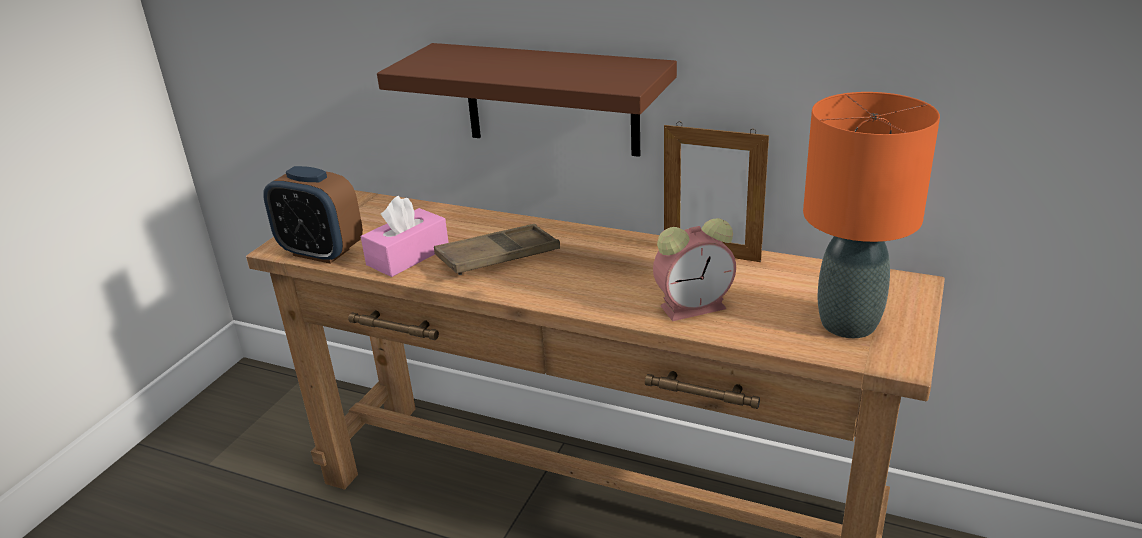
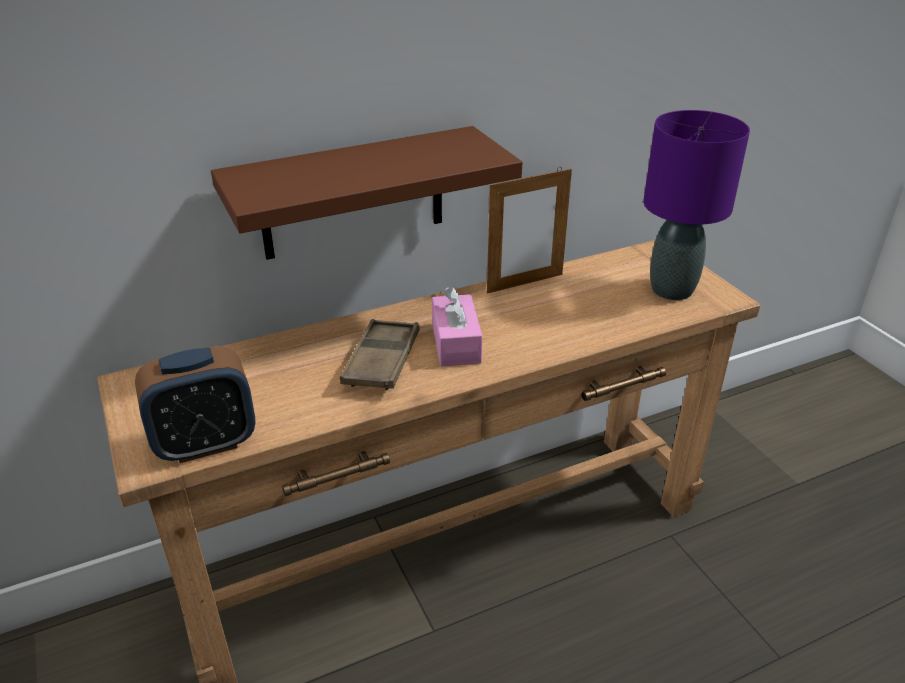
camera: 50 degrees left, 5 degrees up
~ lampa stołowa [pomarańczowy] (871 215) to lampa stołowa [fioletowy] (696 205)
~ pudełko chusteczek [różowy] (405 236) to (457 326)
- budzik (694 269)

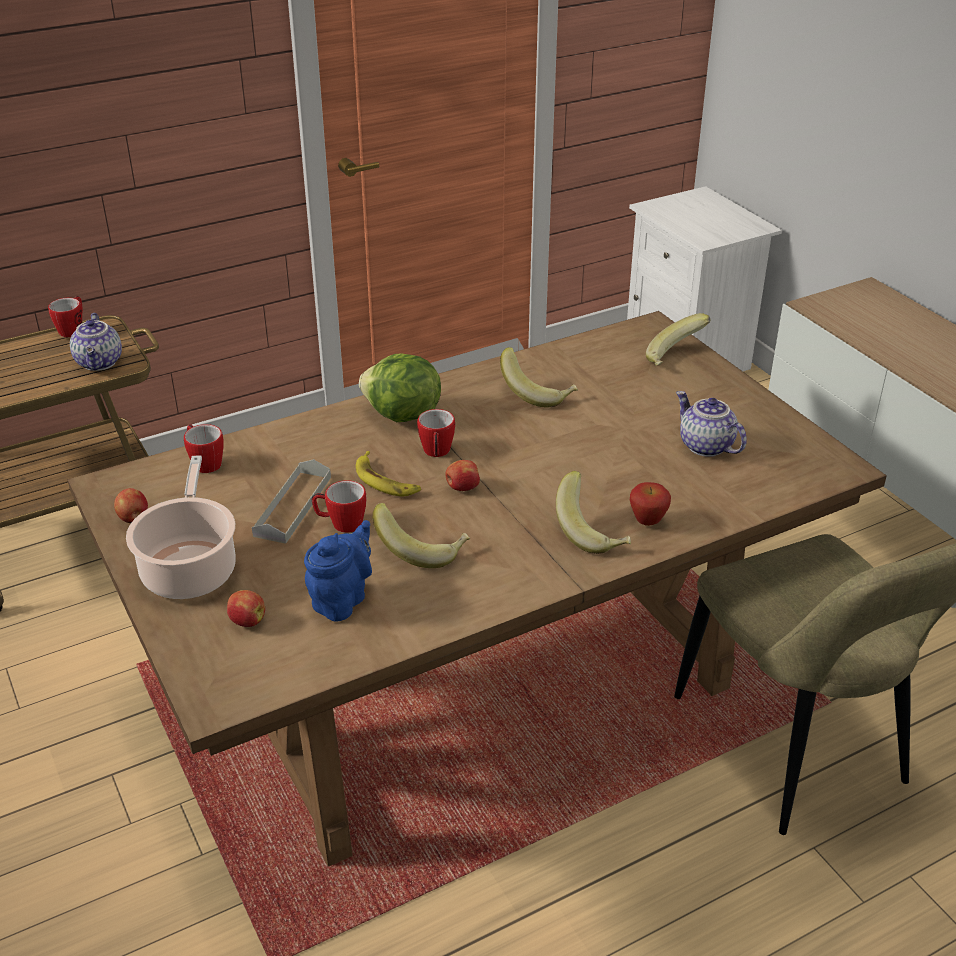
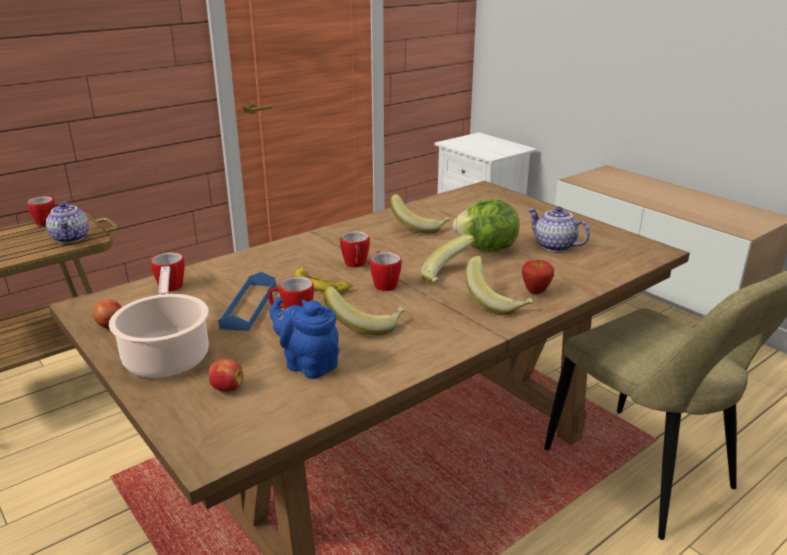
camera: 10 degrees left, 10 degrees down
~ banan (678 339) to (448 258)
~ sałata (400 387) to (486 225)
~ taca [szary] (291 501) to taca [niebieski] (247 301)
~ jabłko (463 475) to kubek (386 271)
~ imbryk [niebieski] (338 571) = (304 338) 75 degrees counterclockwise

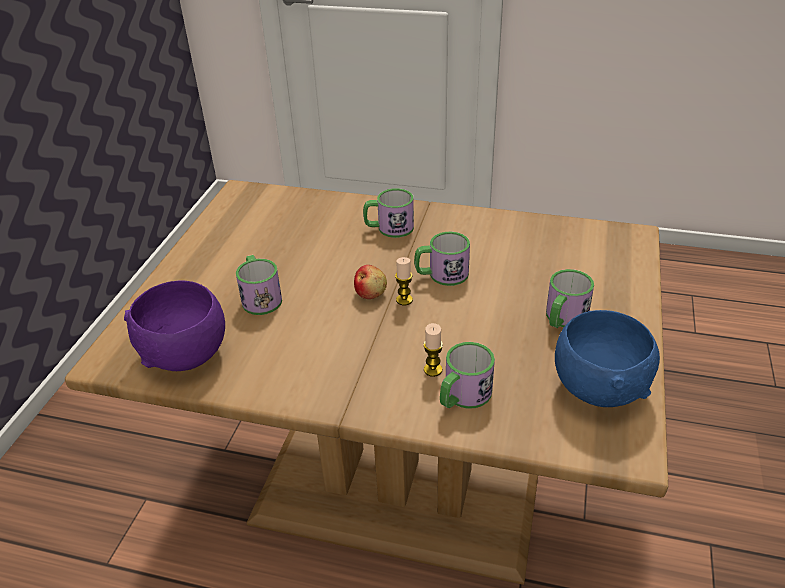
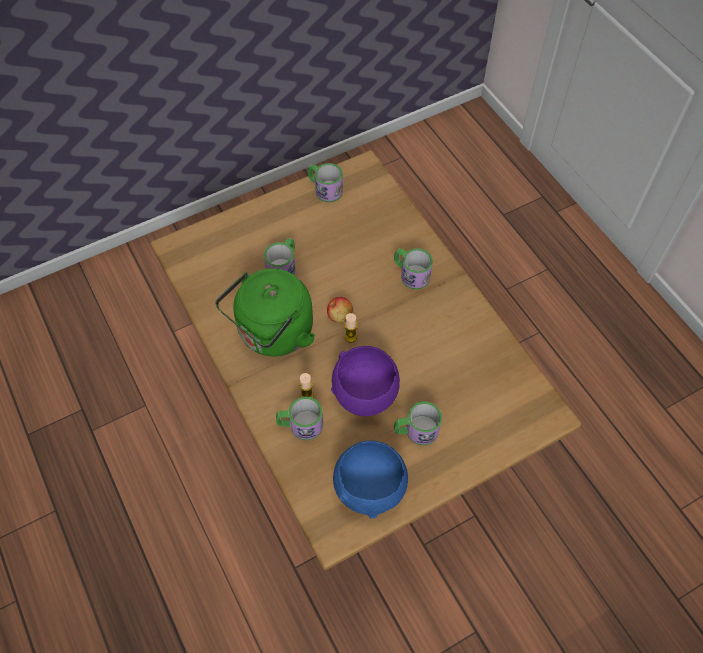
camera: 45 degrees right, 20 degrees up
~ kubek (442 259) to (325 182)
~ miska [fioletowy] (174 325) to (365 381)
+ czajnik [zielony] (265 312)

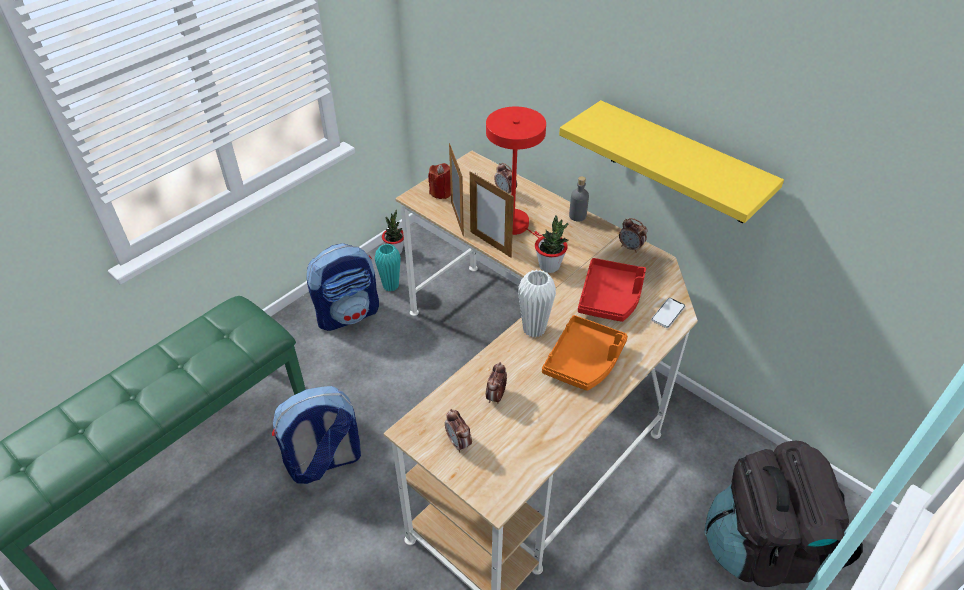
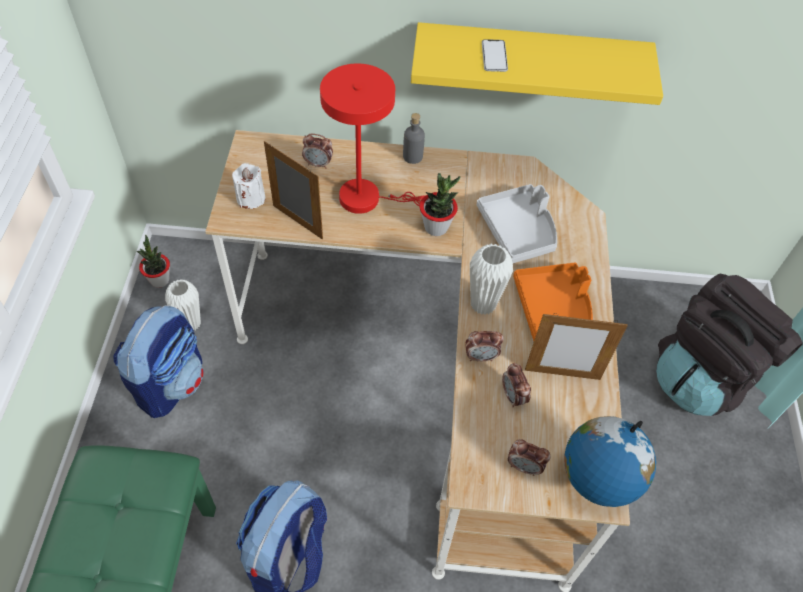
camera: 40 degrees left, 10 degrees up
~ świeca [czerwony] (439 181) to świeca [biały] (248 186)
~ ramka na zdjęcie (492 214) to (576 346)
~ budzik (633 235) to (485 346)
~ wazon [turkusowy] (388 268) to wazon [biały] (183 304)
~ taca [czerwony] (612 290) to taca [szary] (517 223)
~ telefon (668 313) to (495 55)
+ globus (610 461)

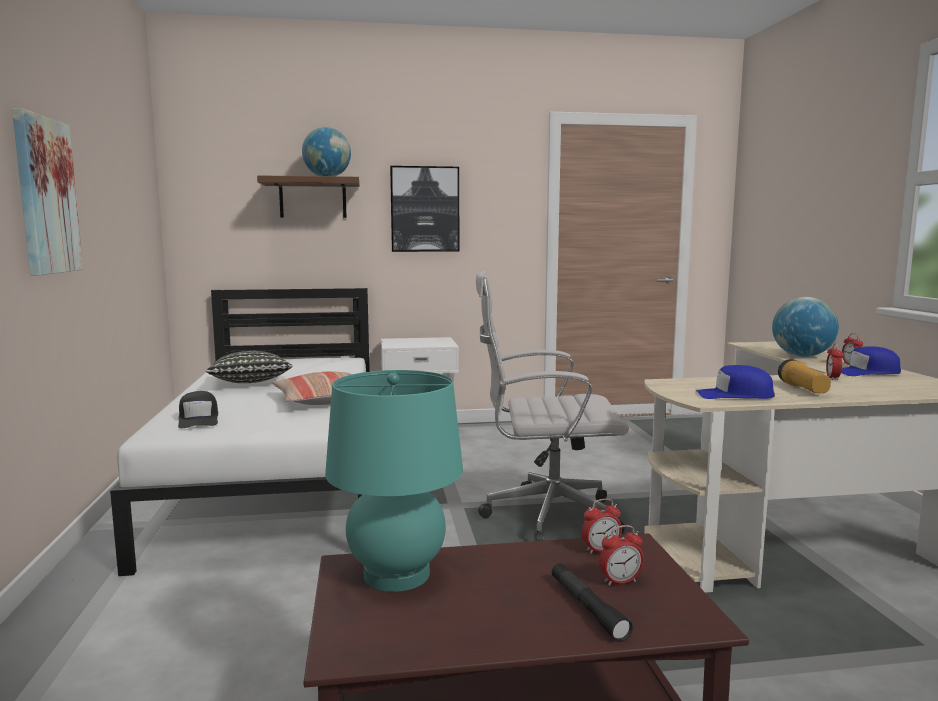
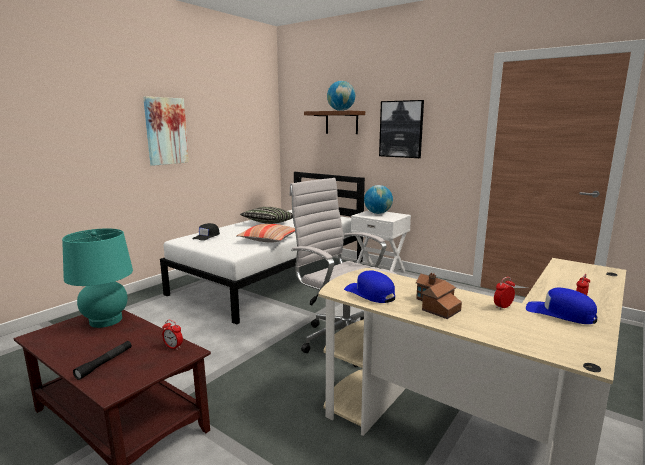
camera: 45 degrees right, 5 degrees up
~ globus (805 327) to (378 199)
~ latarka (804 376) to domek (439 296)
- budzik (621 555)

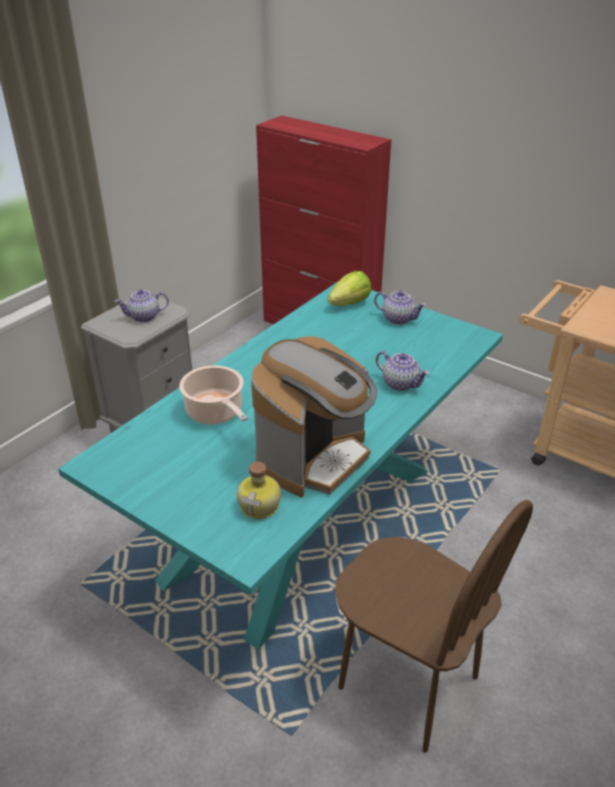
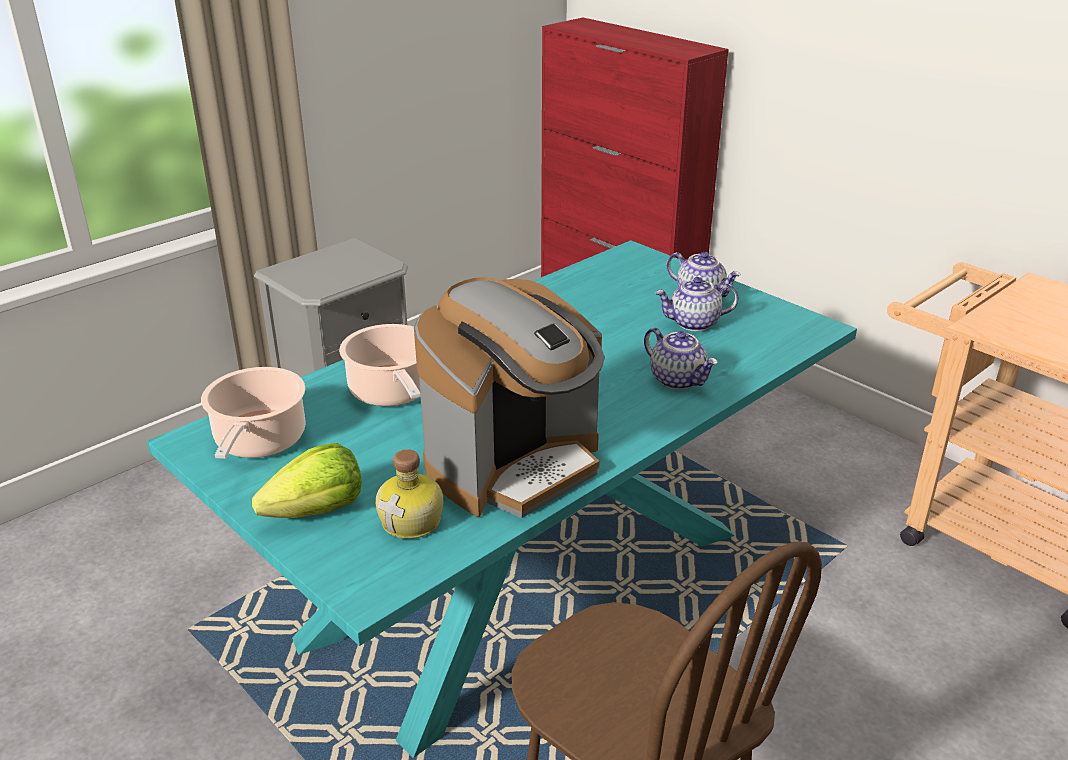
camera: 10 degrees right, 5 degrees down
~ sałata (349 288) to (307 480)
~ imbryk (142 305) to (697 304)
+ garnek (253 413)

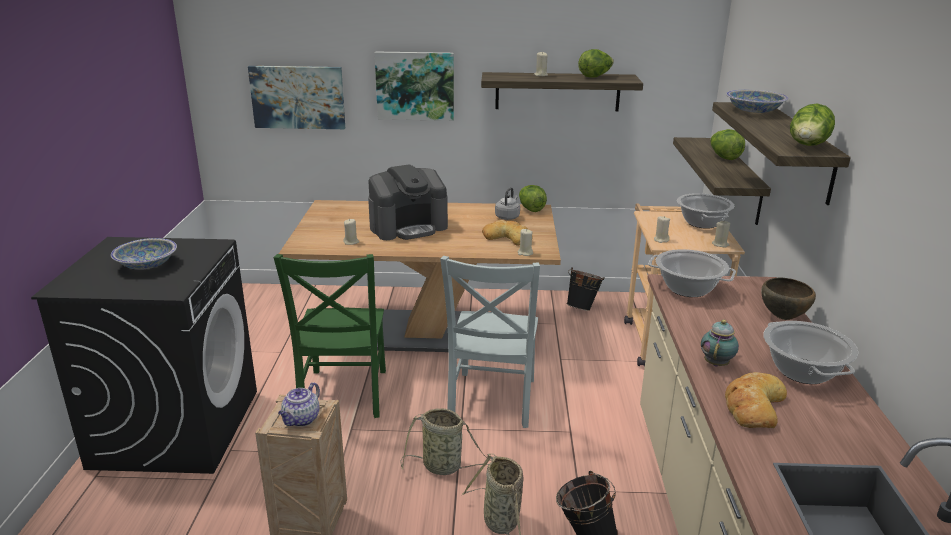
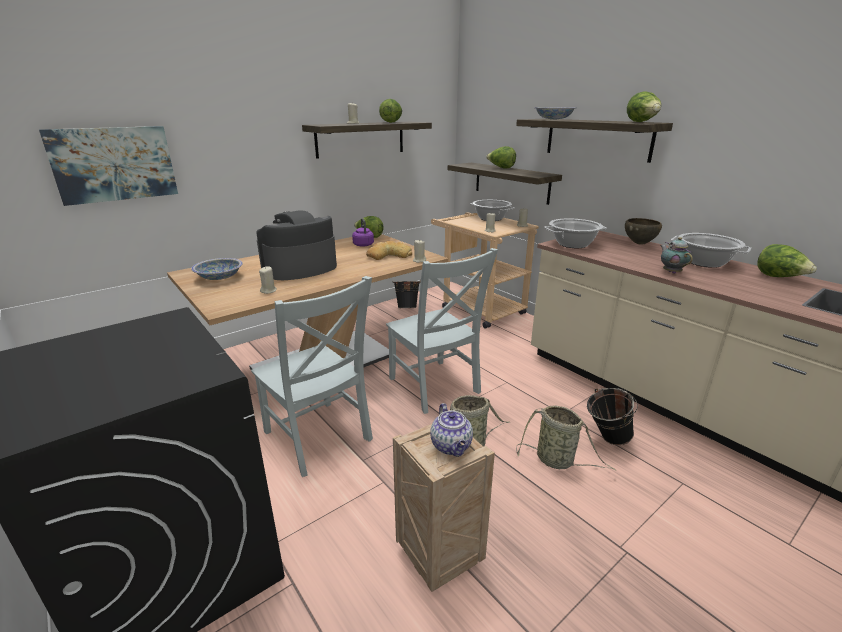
camera: 40 degrees left, 0 degrees up
- obraz (414 86)
~ ekspres do kawy (408 202) = (296 245) 150 degrees counterclockwise
~ czajnik [szary] (507 203) to czajnik [fioletowy] (363 232)
~ miska (144 254) to (217 269)
~ krzesło [zielony] (329 336) to krzesło [szary] (312 376)
- chleb (756 400)
+ sałata (787 260)

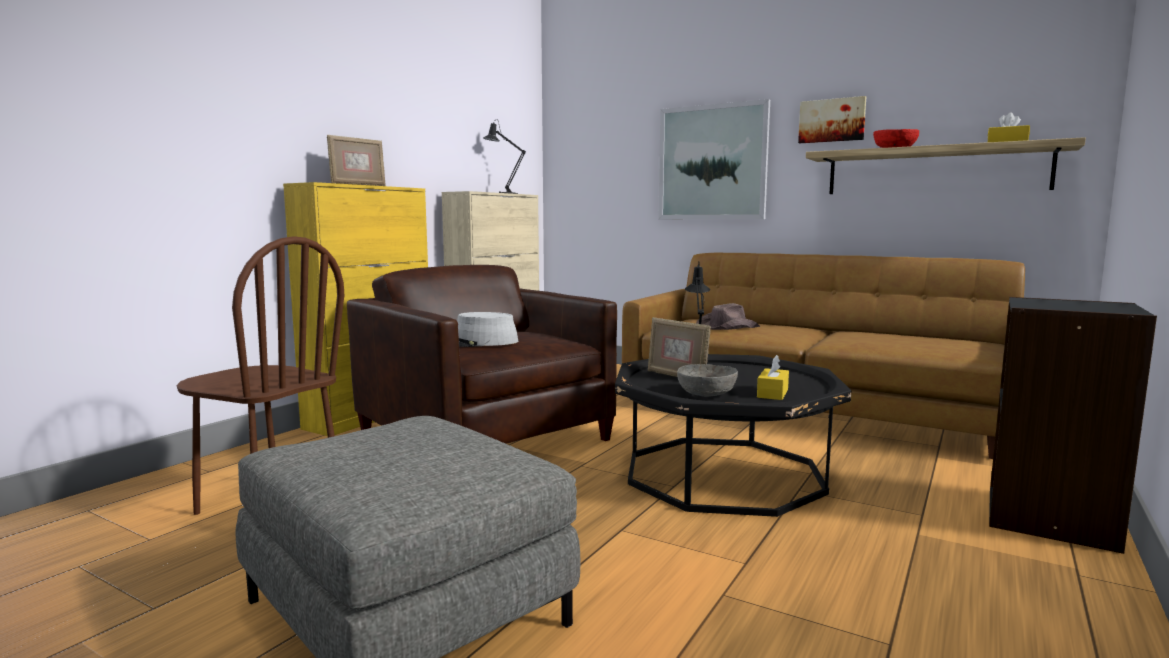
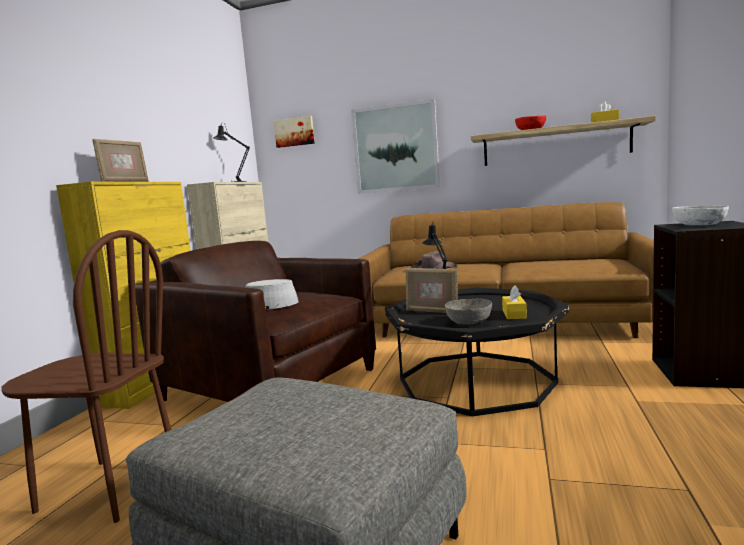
camera: 15 degrees left, 0 degrees up
~ obraz (832 119) to (294 132)
+ miska [biały] (700 215)

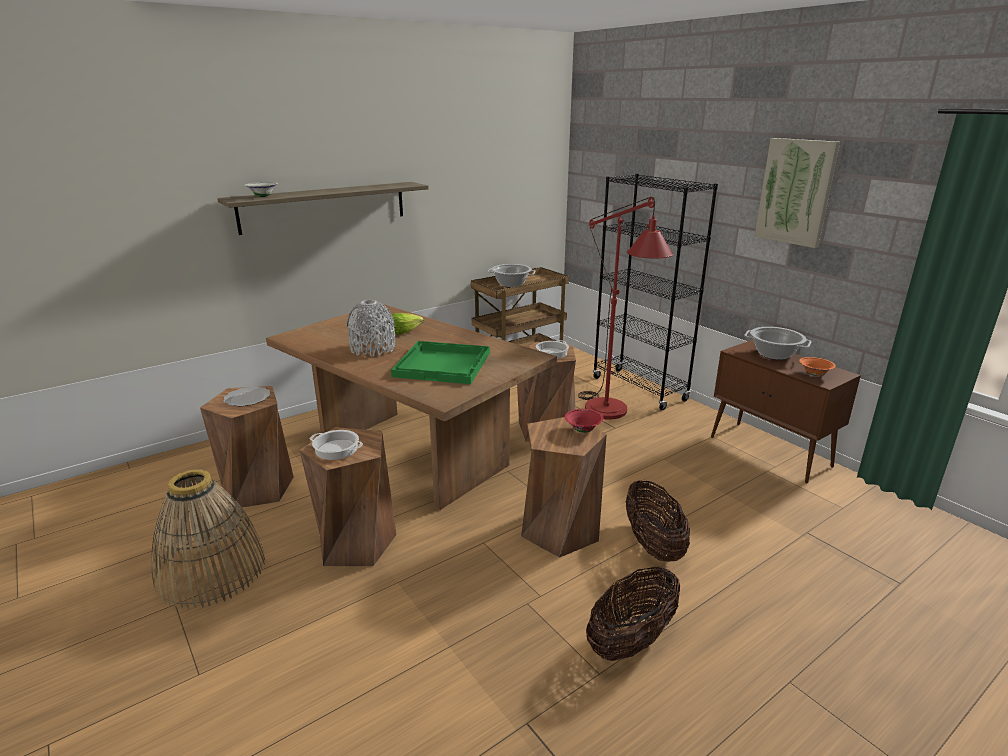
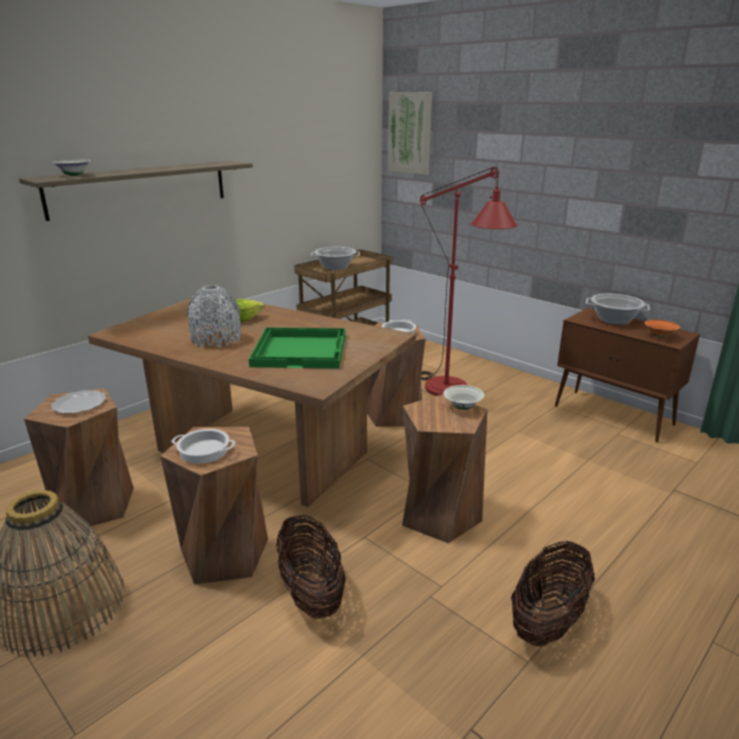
camera: 10 degrees left, 0 degrees up
~ obraz (797 193) to (410 133)
- regał [czarny] (655 292)
~ miska [czerwony] (584 421) to miska [biały] (464 397)
~ koszyk (658 521) to (311 566)

